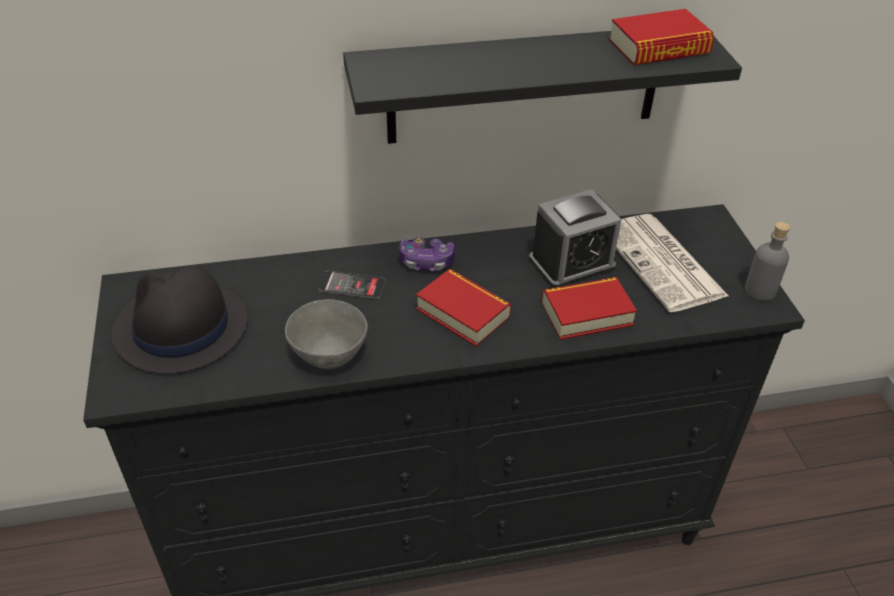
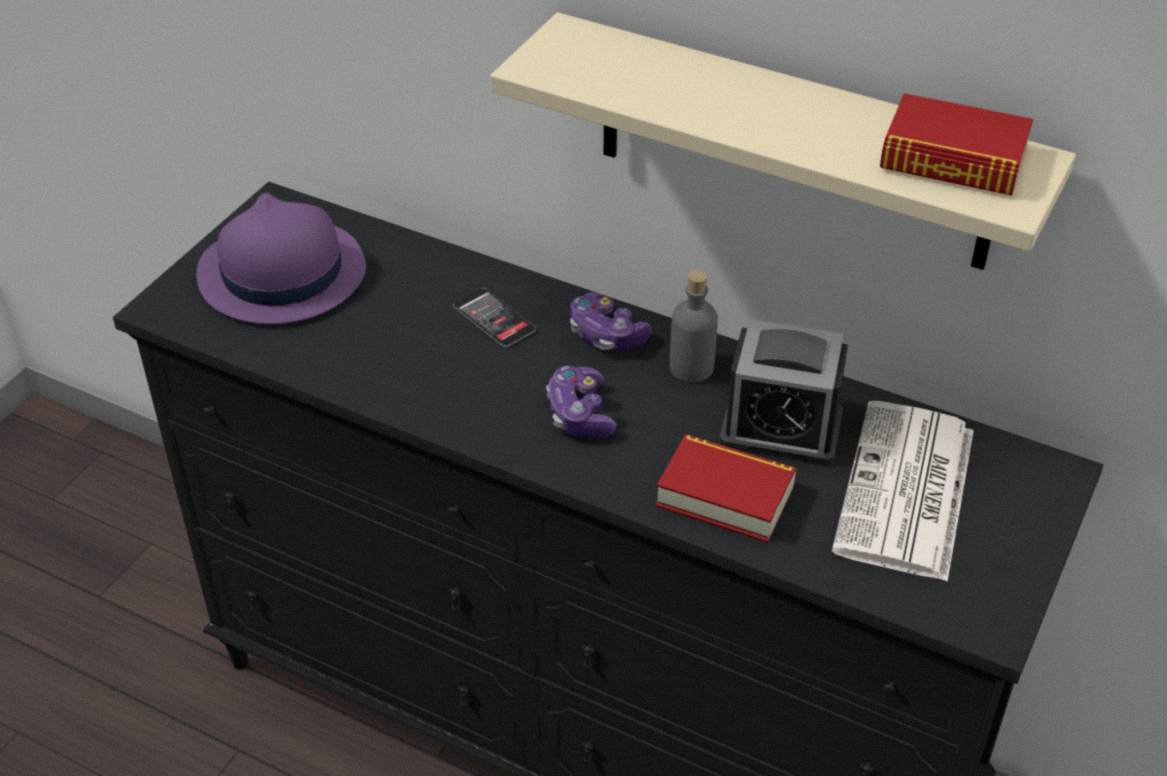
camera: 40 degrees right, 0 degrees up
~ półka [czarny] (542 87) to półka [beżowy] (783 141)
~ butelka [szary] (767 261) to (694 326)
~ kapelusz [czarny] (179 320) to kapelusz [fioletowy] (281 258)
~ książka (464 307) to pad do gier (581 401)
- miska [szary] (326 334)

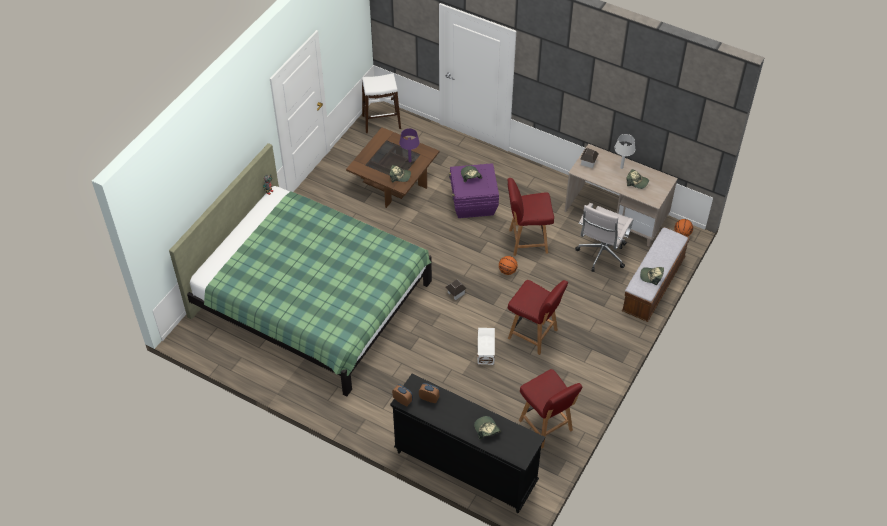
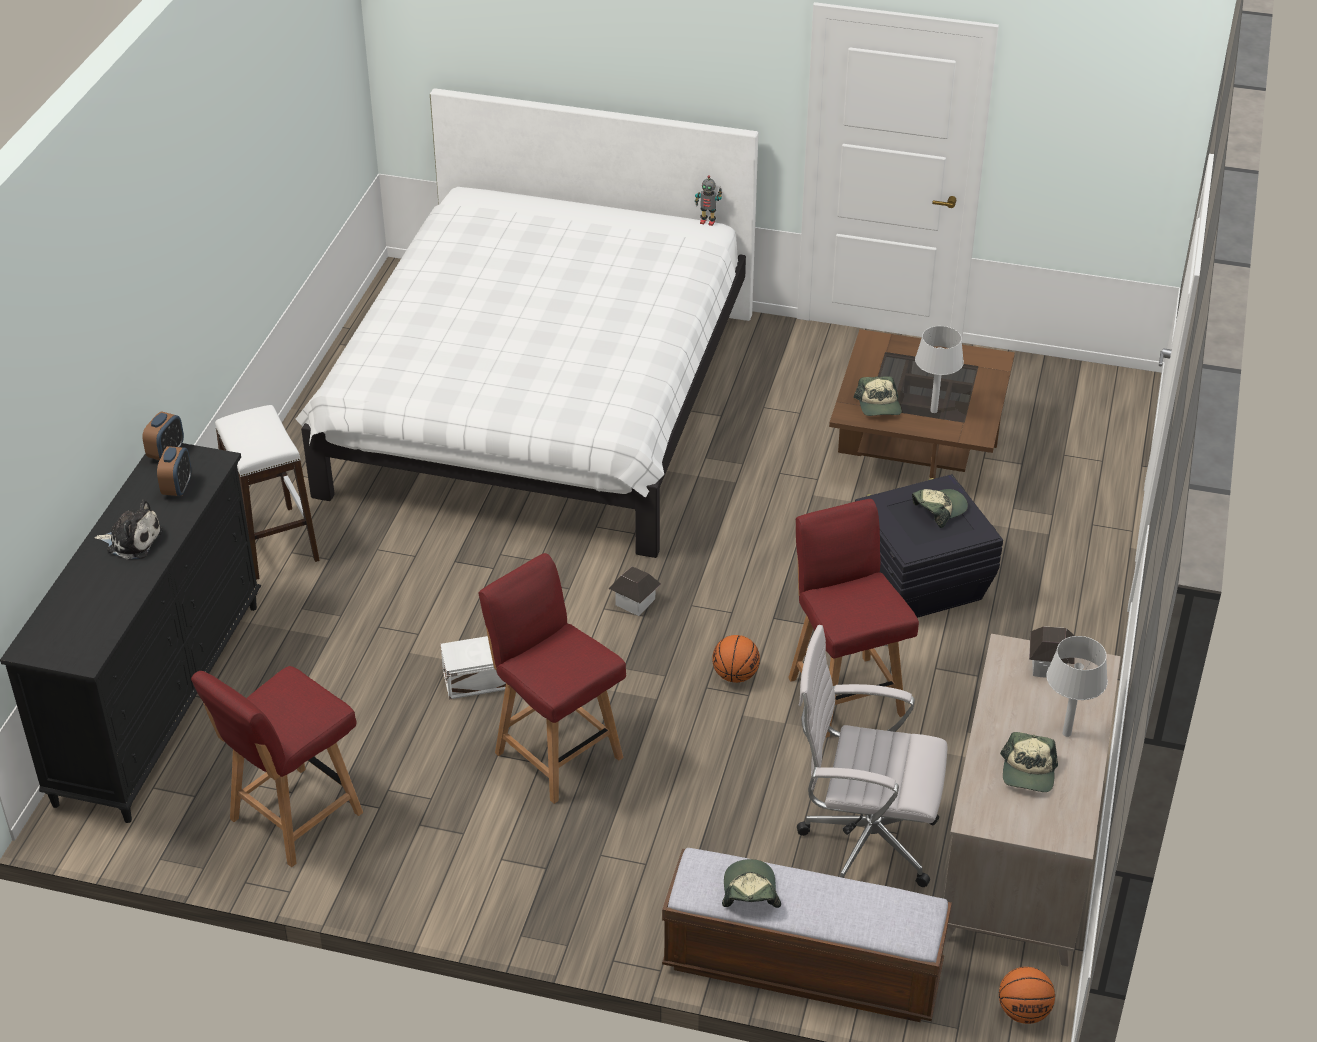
camera: 75 degrees right, 10 degrees down
~ stołek [biały] (381 103) to (267 492)
~ lampa stołowa [fioletowy] (409 145) to lampa stołowa [szary] (939 369)
~ łóżko [zielony] (300 269) to łóżko [biały] (527 323)
~ pojemnik do przechowywania [fioletowy] (474 190) to pojemnik do przechowywania [czarny] (929 546)
~ krzesło [czerwony] (538 317) = (552 678) 120 degrees clockwise
- czapka z daszkiem (487 428)
+ pluszak (128 529)

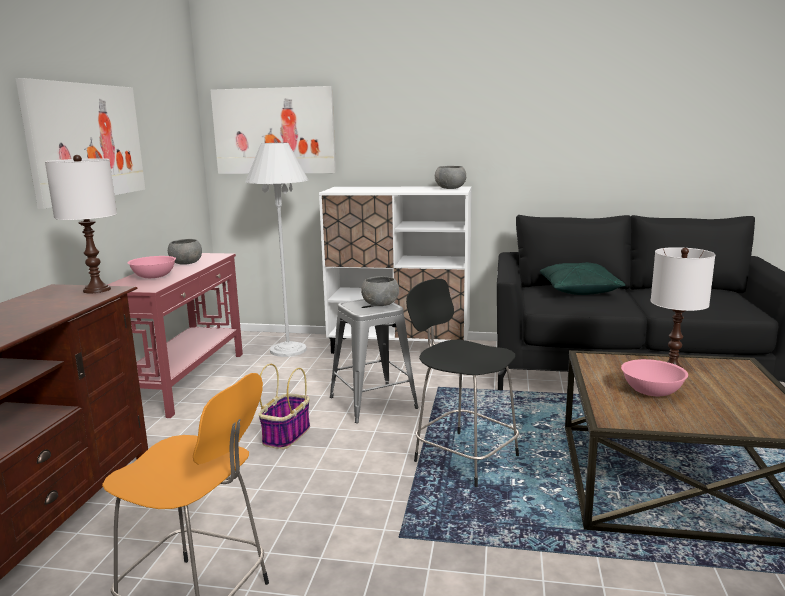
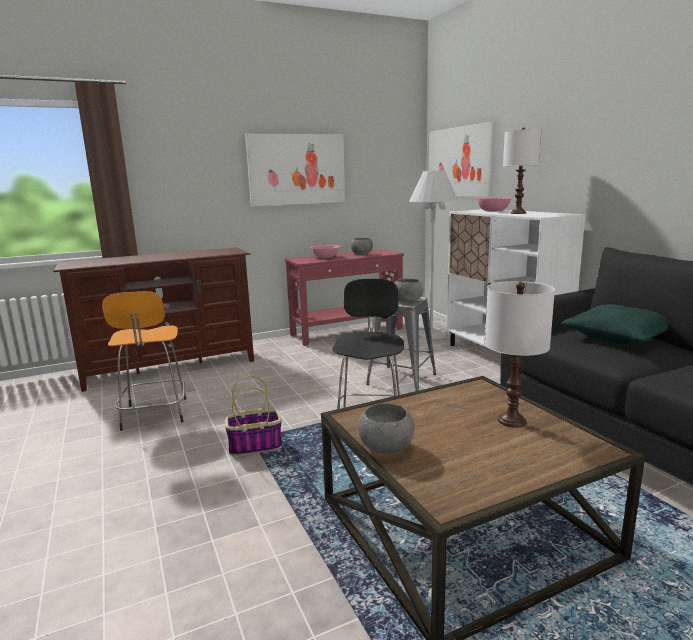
camera: 55 degrees right, 0 degrees up
~ lampa stołowa [biały] (81 224) to (522 170)
~ miska [szary] (450 177) to (386 428)
~ miska [różowy] (654 377) to (494 205)
~ koszyk (284 406) to (253 416)

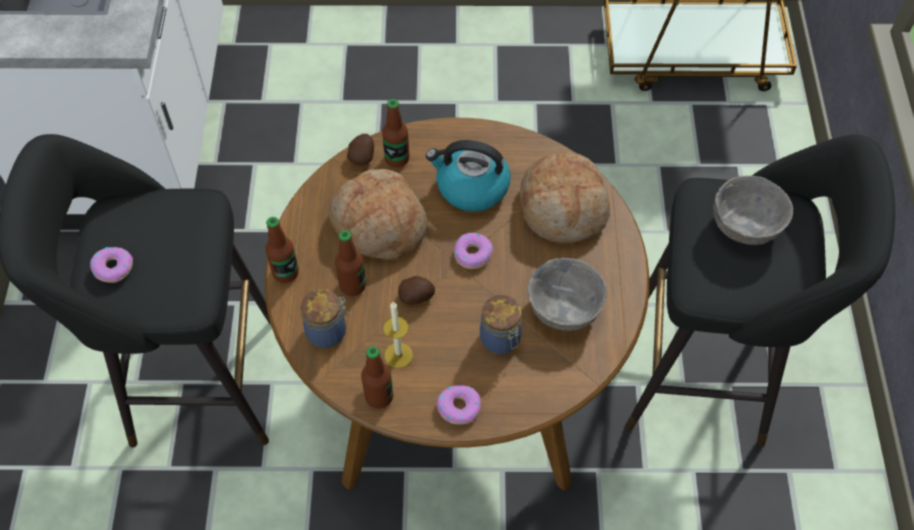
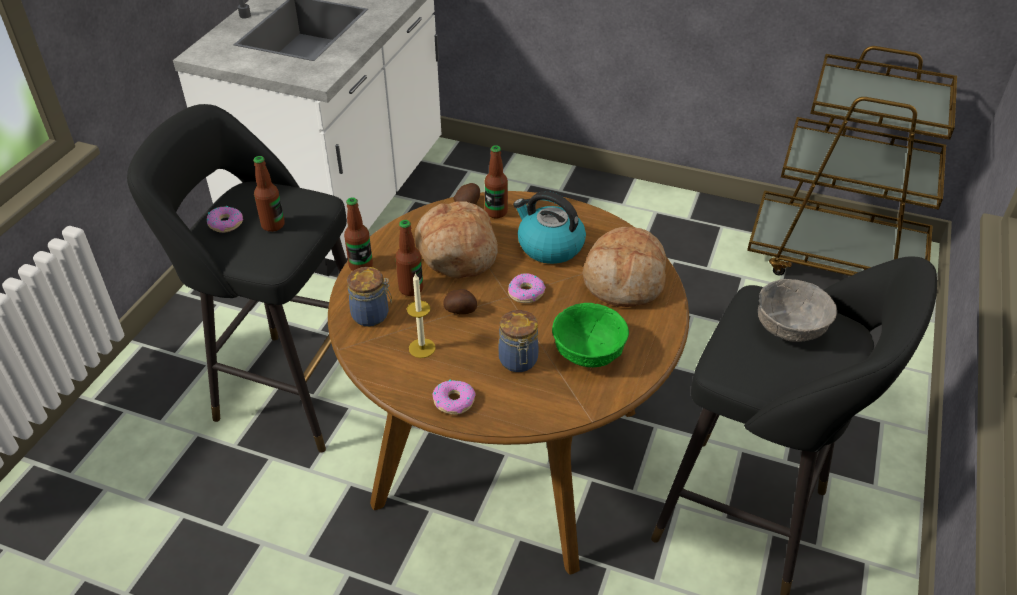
camera: 20 degrees right, 15 degrees down
~ miska [szary] (567 294) to miska [zielony] (590 335)
~ butelka (377 377) to (269 194)

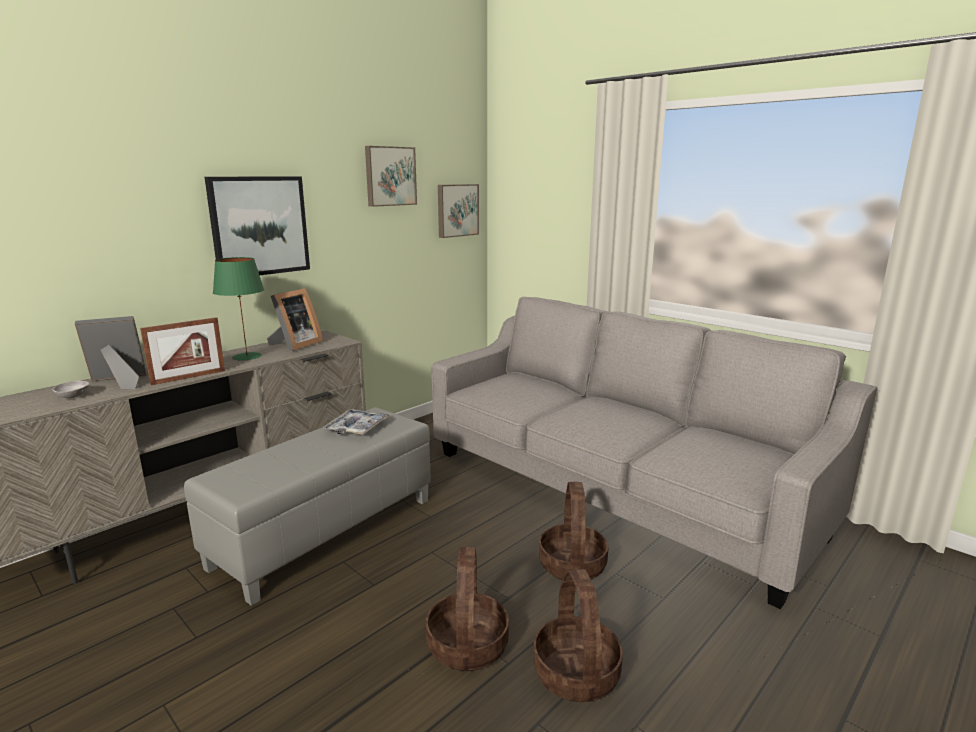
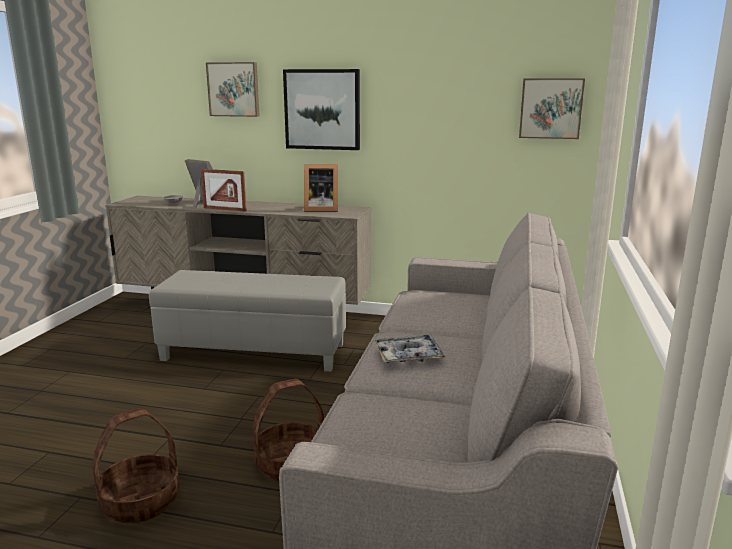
camera: 60 degrees right, 0 degrees up
~ obraz (391 176) to (232 89)
- lampa stołowa [zielony] (238 308)
~ taca (356 422) to (410 348)
- koszyk (467 609)

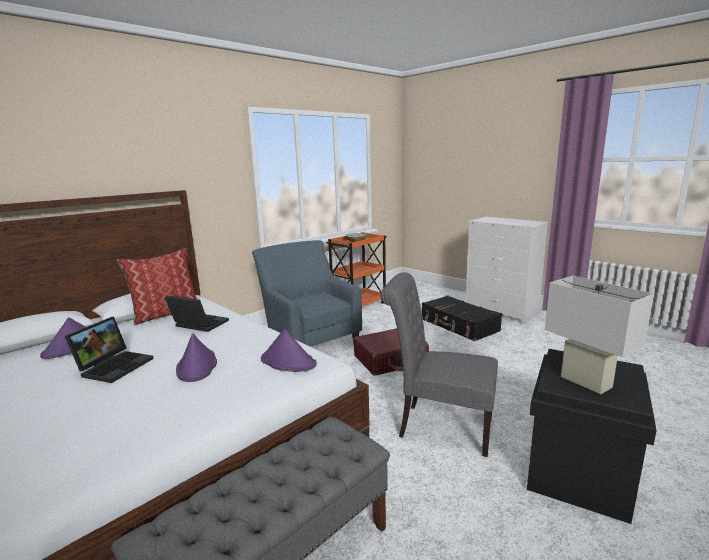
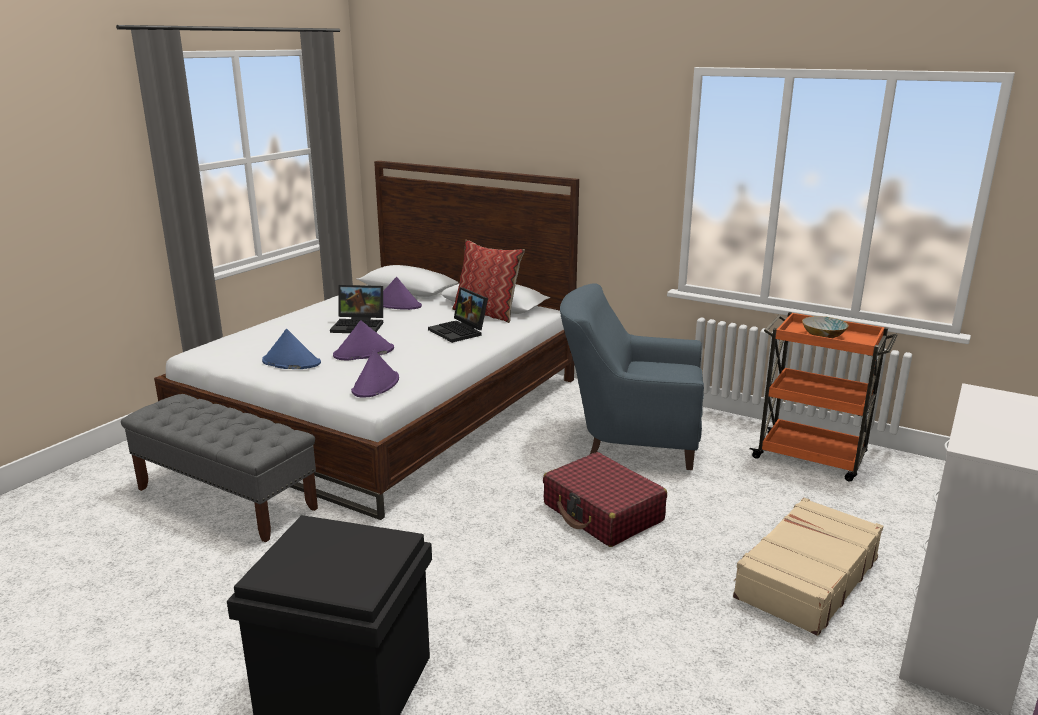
camera: 75 degrees right, 5 degrees up
~ fotel [niebieski] (307 293) = (632 376) 120 degrees counterclockwise
- krzesło [szary] (439 364)
- lampa stołowa [biały] (599 335)
~ laptop (197 313) = (458 315) 135 degrees clockwise
~ walizka [czarny] (462 318) to walizka [beżowy] (808 567)
+ kapelusz [niebieski] (291 349)

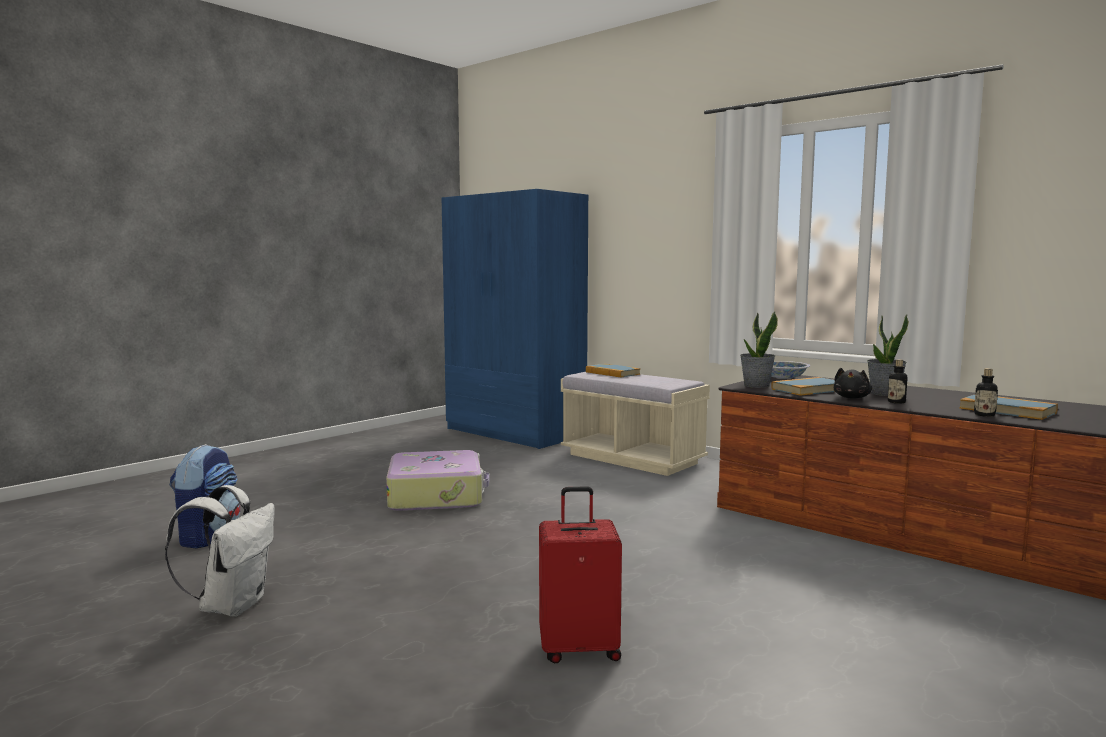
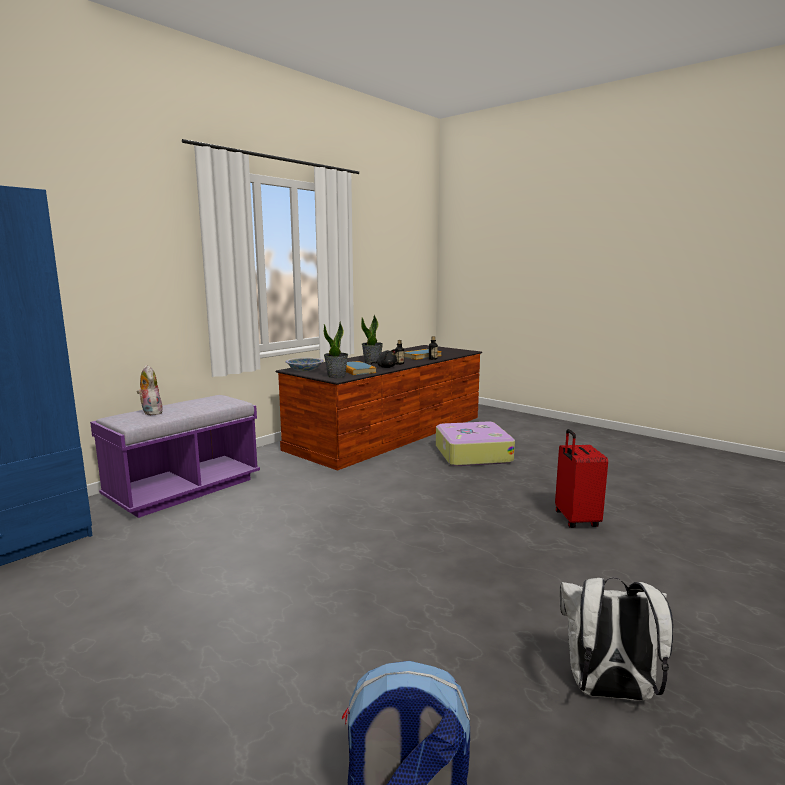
camera: 90 degrees left, 5 degrees up
~ książka (613 370) to pluszak (150 390)
~ ławka [beżowy] (635 424) to ławka [fioletowy] (175 456)
~ walizka (438 480) to (475 444)

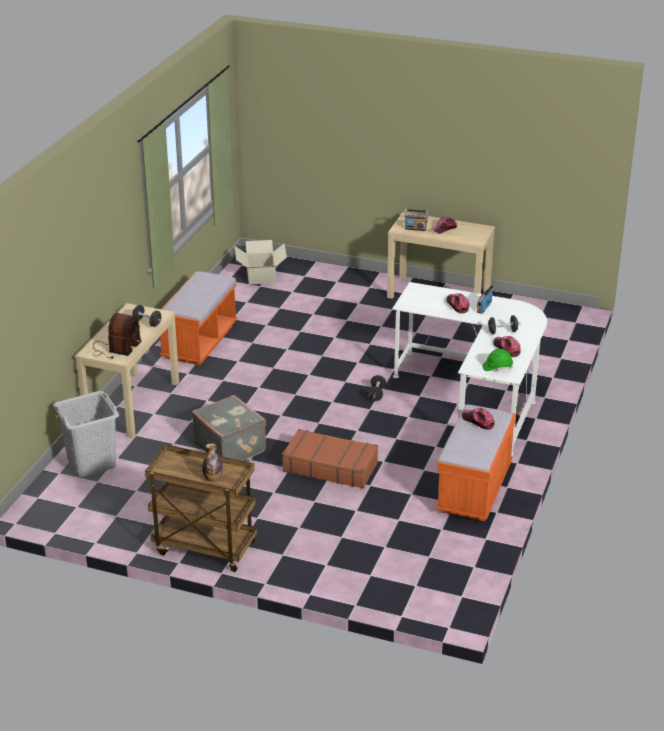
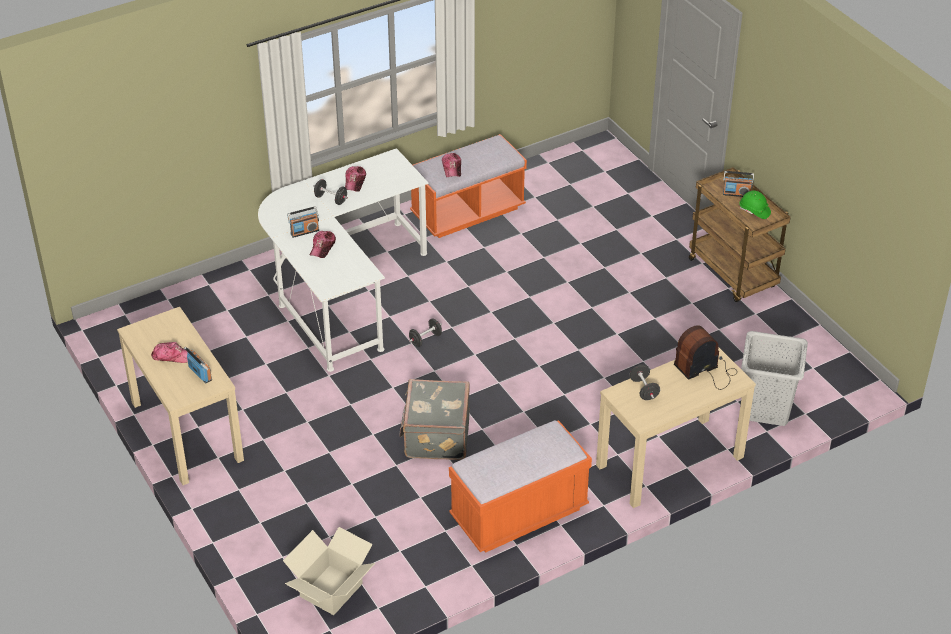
camera: 140 degrees left, 10 degrees up
~ kask [zielony] (498 360) to (755 205)
~ walizka [szary] (229 428) to (434 419)
- walizka [brązowy] (330 459)
~ butelka (213 462) to radio (738 184)

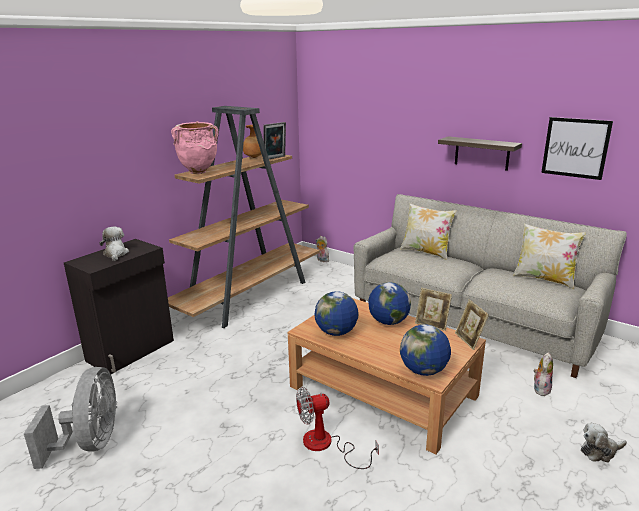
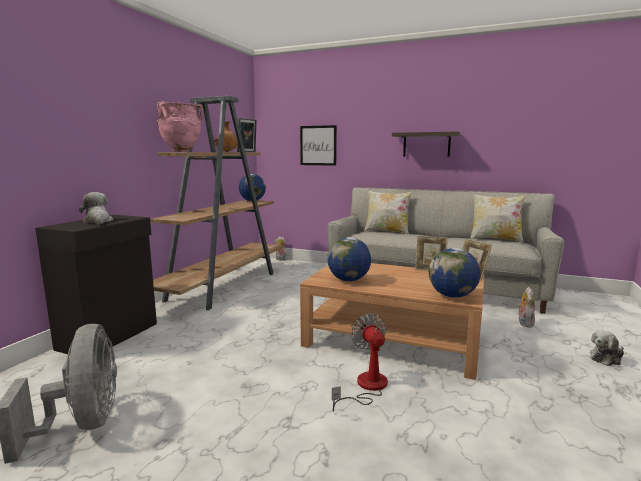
camera: 15 degrees left, 10 degrees down
~ obraz (577 148) to (318 145)
~ globus (389 303) to (252 187)
~ wentylator (337 428) = (360 363) 105 degrees clockwise

